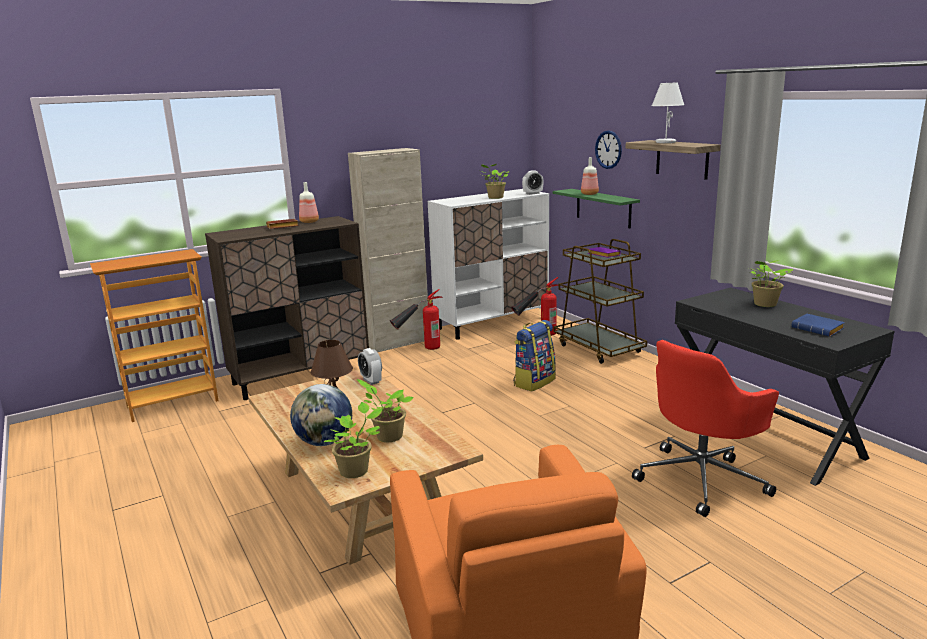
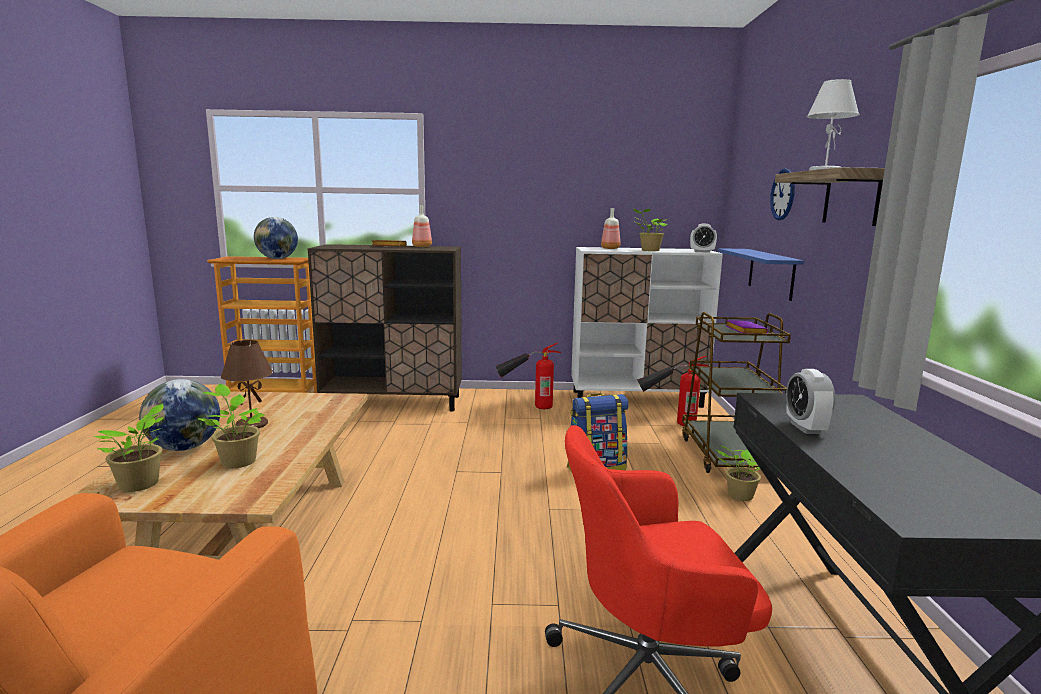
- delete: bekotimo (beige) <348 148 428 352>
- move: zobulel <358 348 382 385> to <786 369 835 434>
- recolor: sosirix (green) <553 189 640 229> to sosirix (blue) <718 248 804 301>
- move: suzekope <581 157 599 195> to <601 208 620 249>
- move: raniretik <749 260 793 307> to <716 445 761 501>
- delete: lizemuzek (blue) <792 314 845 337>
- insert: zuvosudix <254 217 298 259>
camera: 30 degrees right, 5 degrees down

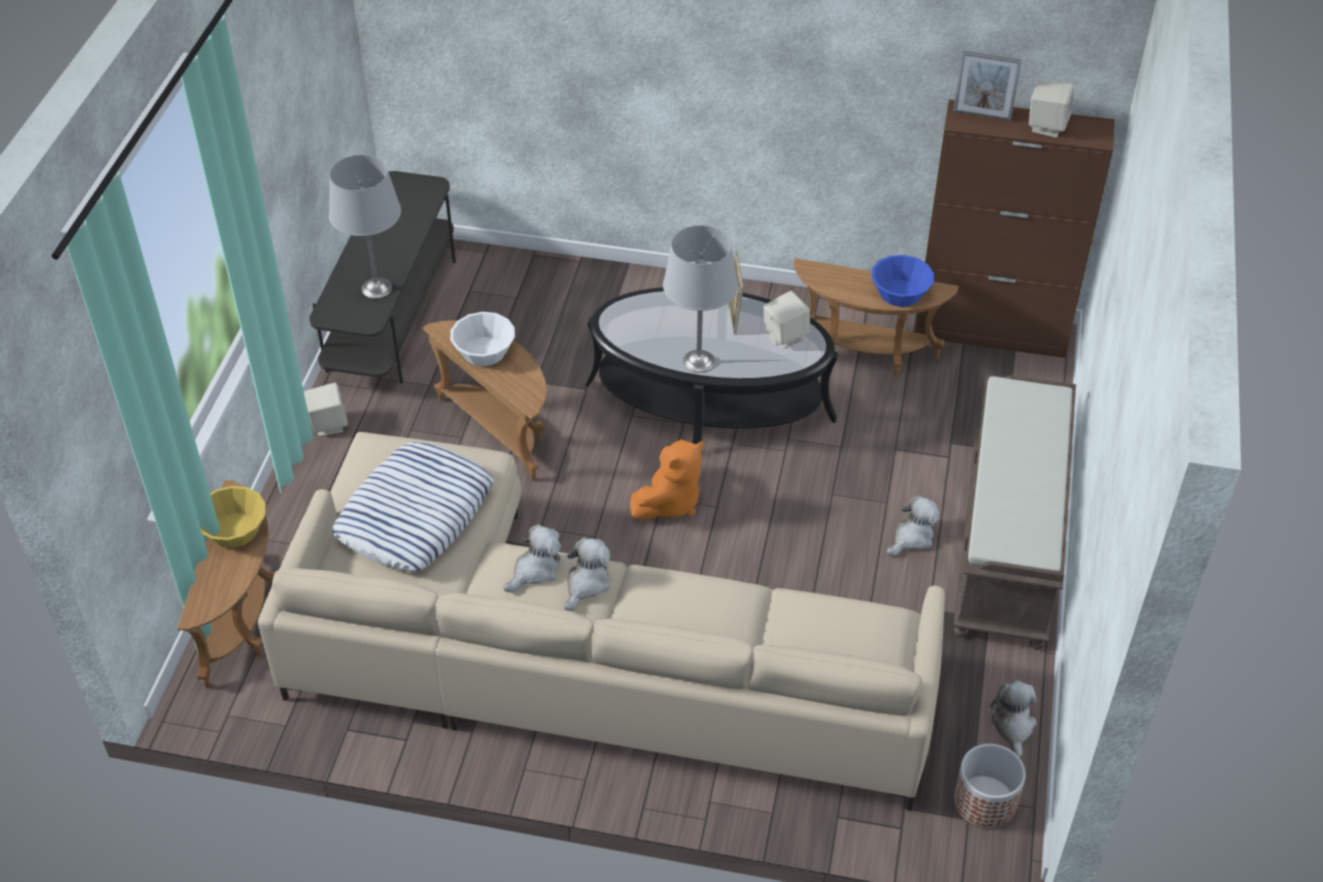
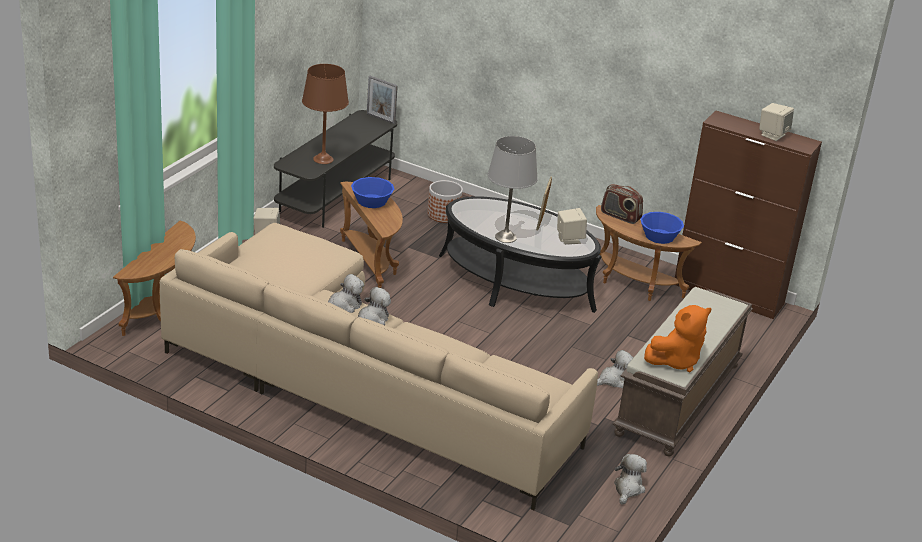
- delete: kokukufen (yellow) <200 486 266 548>
- recolor: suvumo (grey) <329 155 401 299> to suvumo (brown) <302 64 349 164>
- delete: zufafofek <332 442 493 571>
- recolor: kokukufen (white) <450 312 515 366> to kokukufen (blue) <351 177 394 208>
- move: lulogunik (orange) <630 440 703 520> to <644 305 712 372>
- move: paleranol <953 50 1022 121> to <367 75 398 124>
- move: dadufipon <954 744 1026 829> to <427 180 463 223>
- insert: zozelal <601 184 643 224>
camera: 15 degrees right, 15 degrees down

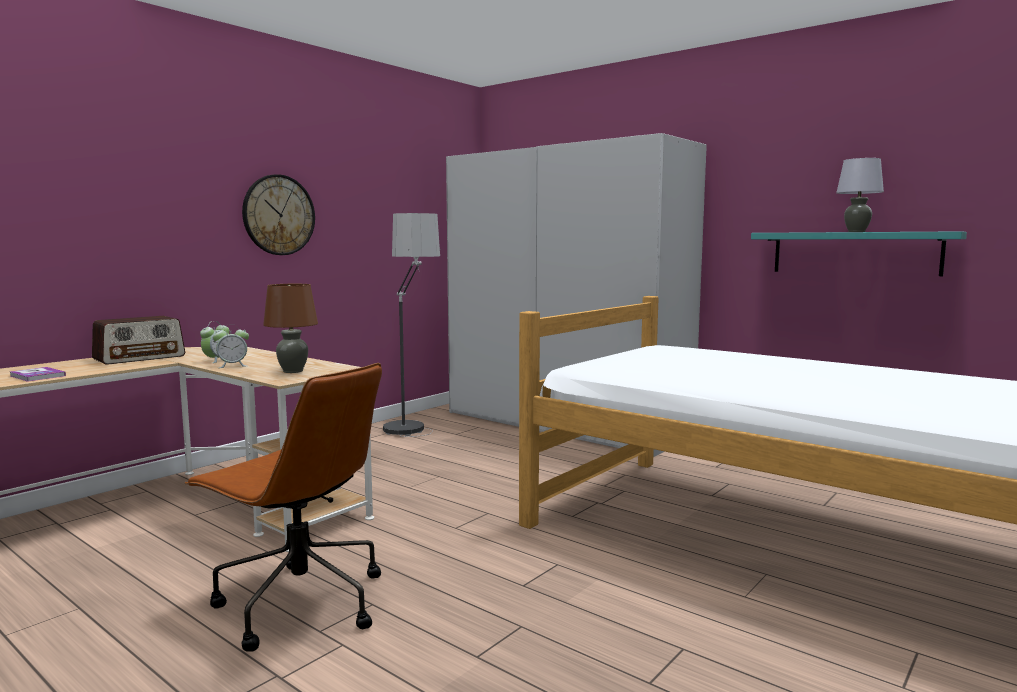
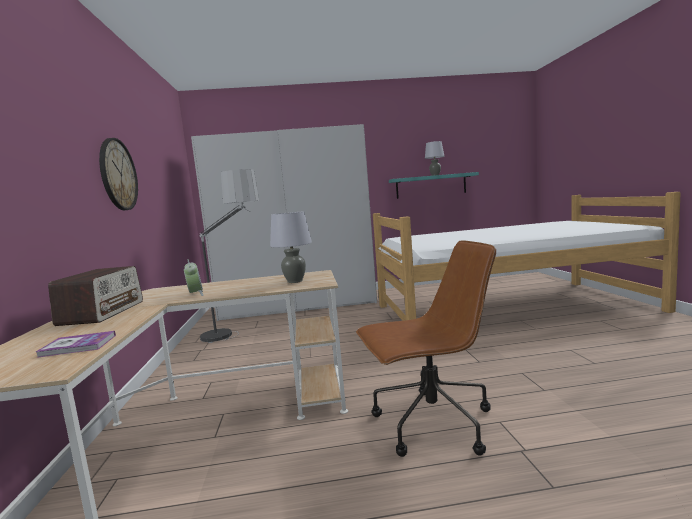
- delete: zobulel <213 324 249 368>
- recolor: suvumo (brown) <263 284 318 373> to suvumo (grey) <270 211 312 283>
camera: 45 degrees left, 0 degrees up

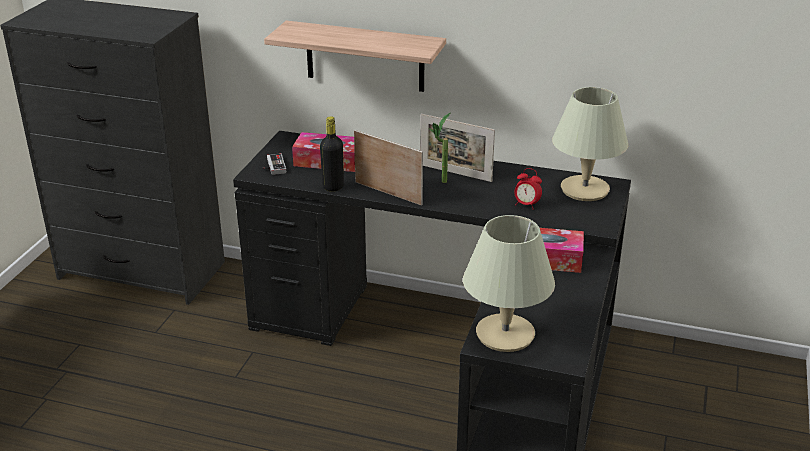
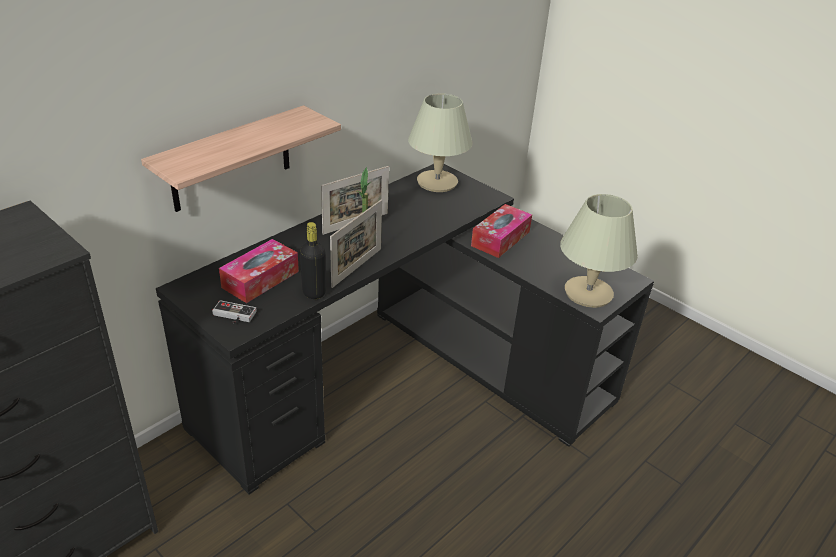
- rotate: paleranol <354 130 423 206> = <330 200 382 288> 150 degrees clockwise
- delete: zobulel <514 168 542 210>
camera: 65 degrees left, 5 degrees up

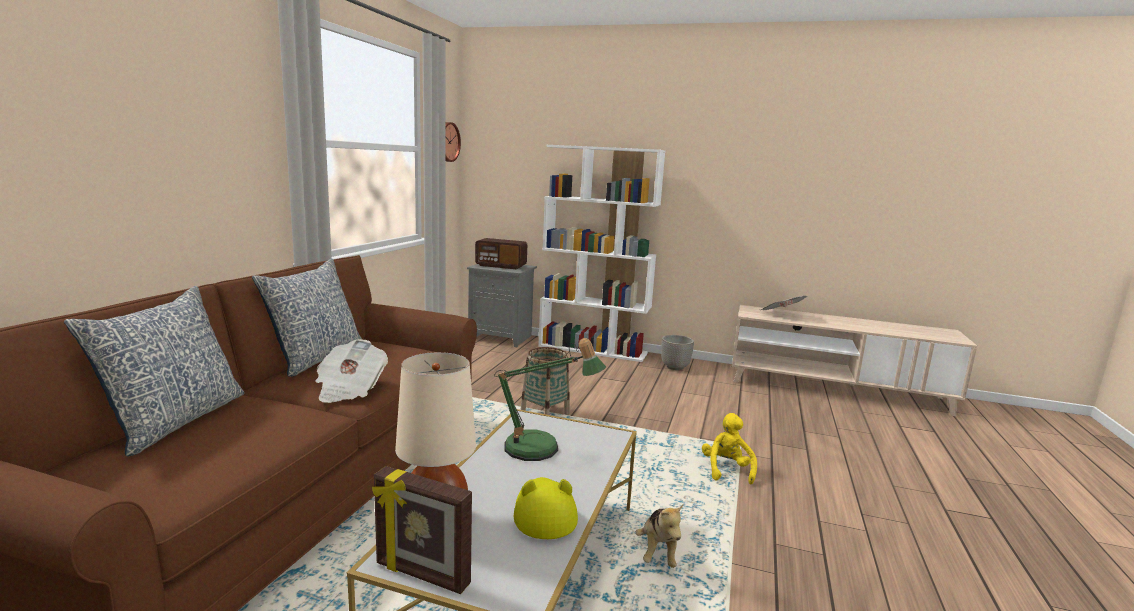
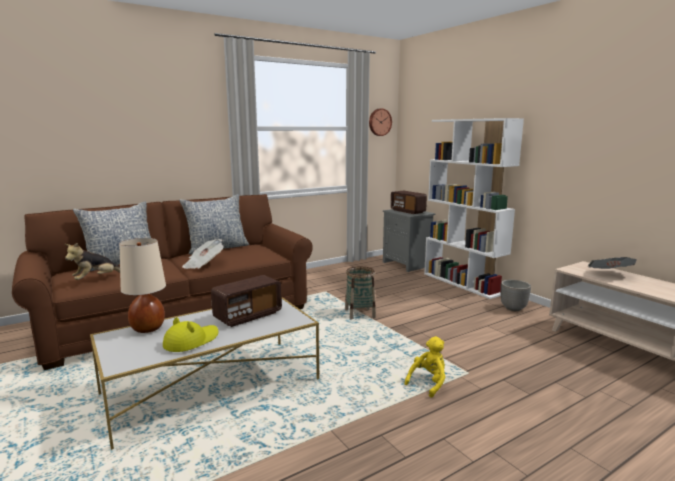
- delete: paleranol <372 466 472 594>
- replace: suvumo <494 338 606 461> to zozelal <211 275 282 327>
- move: lulogunik <636 504 683 568> to <65 243 120 280>
camera: 40 degrees right, 0 degrees up

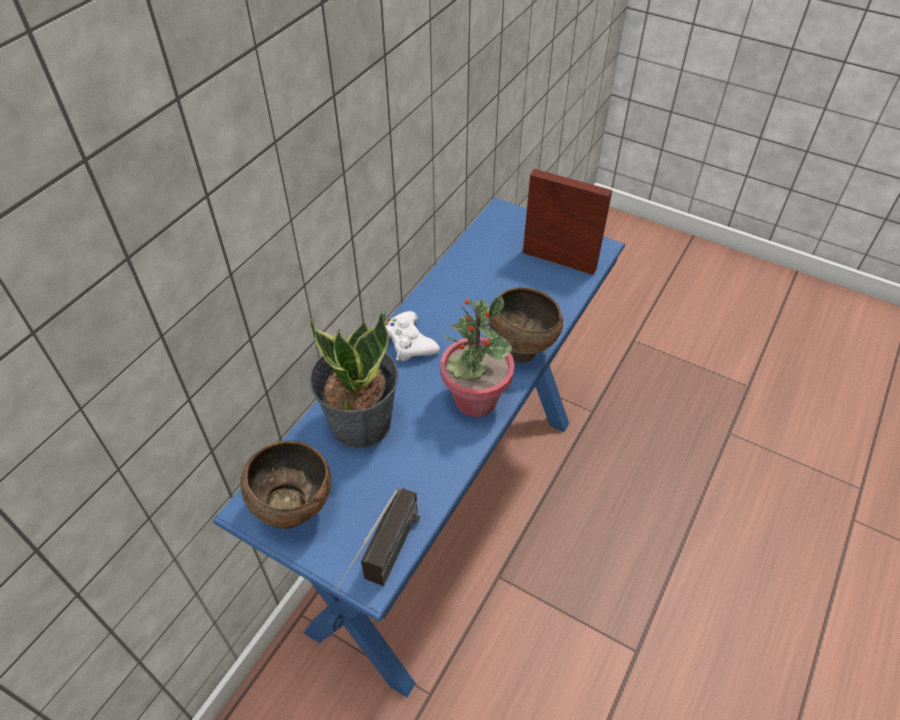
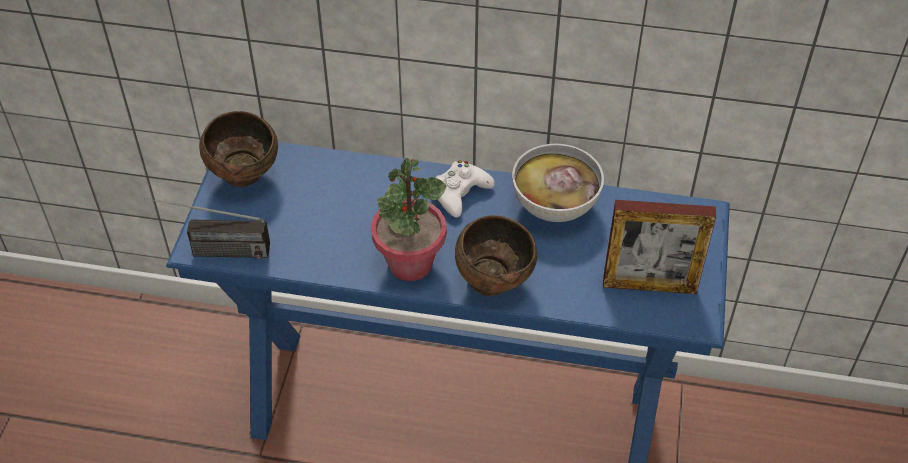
- delete: raniretik <309 312 399 448>
- rotate: paleranol <523 169 612 275> = <603 200 716 294> 90 degrees clockwise
- insert: kokukufen <512 144 604 222>
camera: 70 degrees right, 0 degrees up

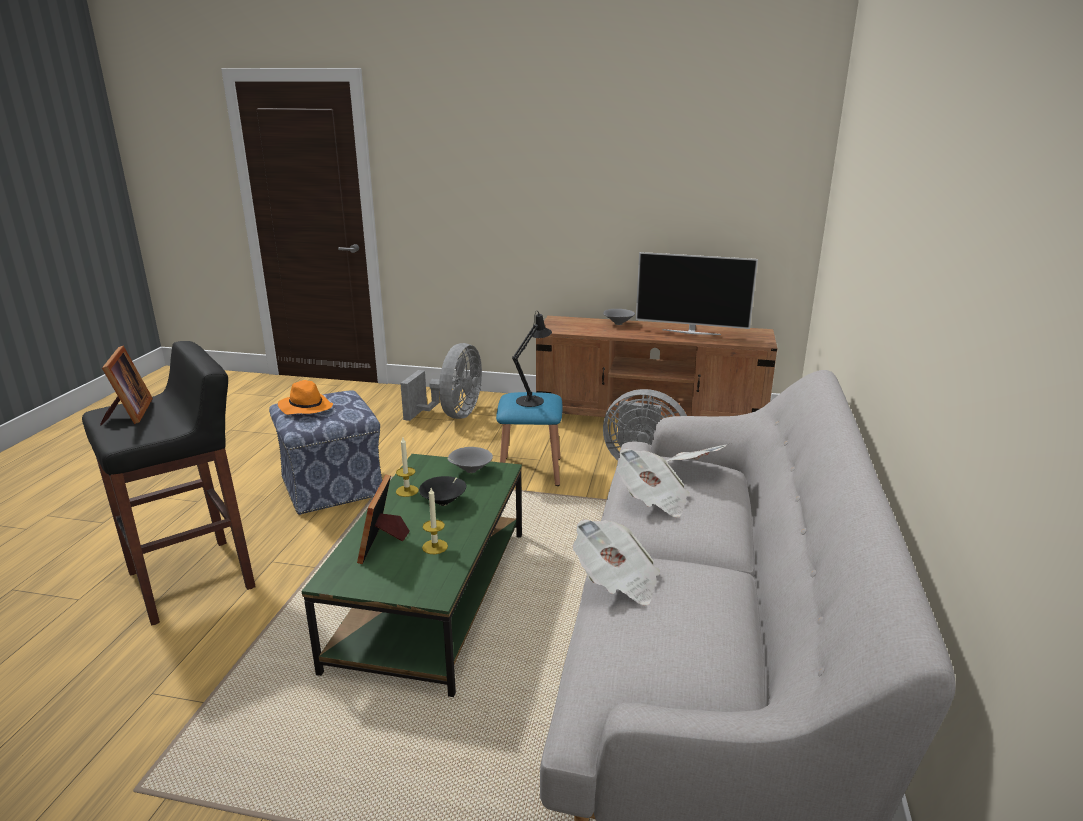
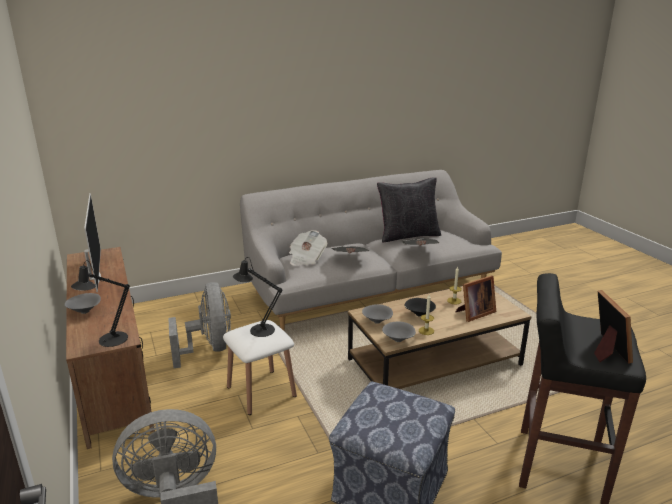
- rotate: paleranol <100 346 153 425> = <594 290 633 364> 135 degrees clockwise
- delete: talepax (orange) <278 380 333 415>
- recolor: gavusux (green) <302 454 522 697> to gavusux (brown) <348 286 531 389>
- recolor: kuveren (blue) <496 392 562 486> to kuveren (white) <223 320 297 415>
- insert: suvumo (black) <71 260 130 347>
- insert: zufafofek (black) <377 177 441 243>
- insert: kokukufen (grey) <382 322 416 342>
camera: 125 degrees left, 0 degrees up

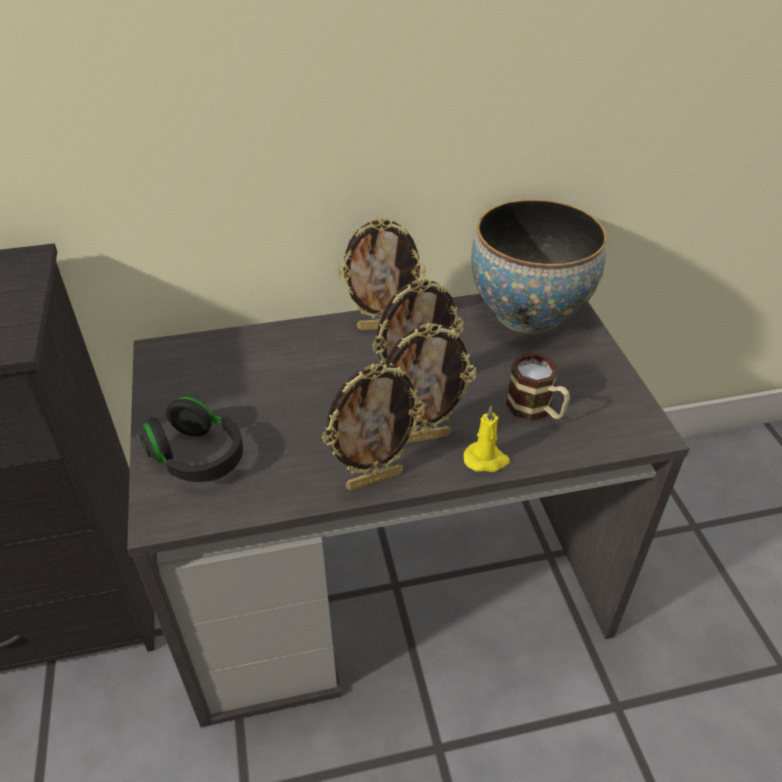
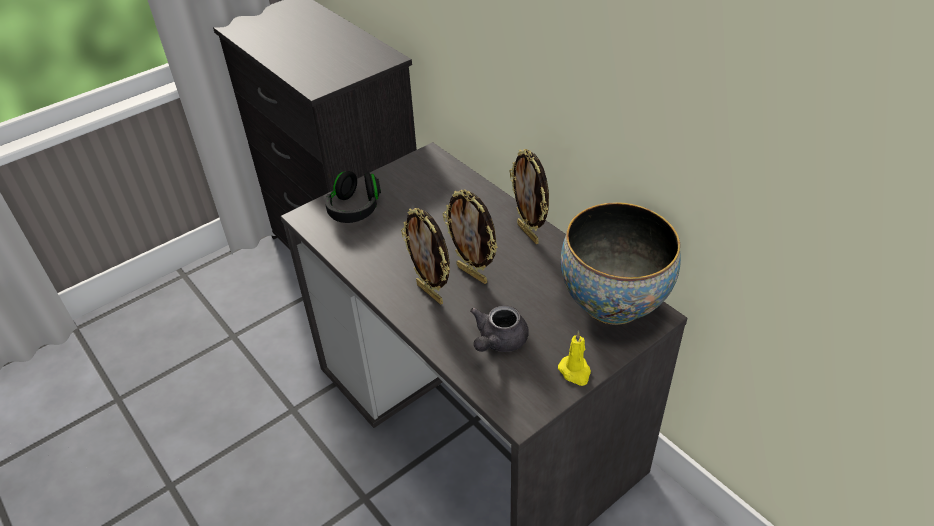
- delete: paleranol <322 364 425 490>
- move: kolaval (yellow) <464 406 510 472> to <558 331 591 386>
- replace: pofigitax <506 352 570 421> to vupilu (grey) <470 305 529 352>
camera: 65 degrees right, 0 degrees up

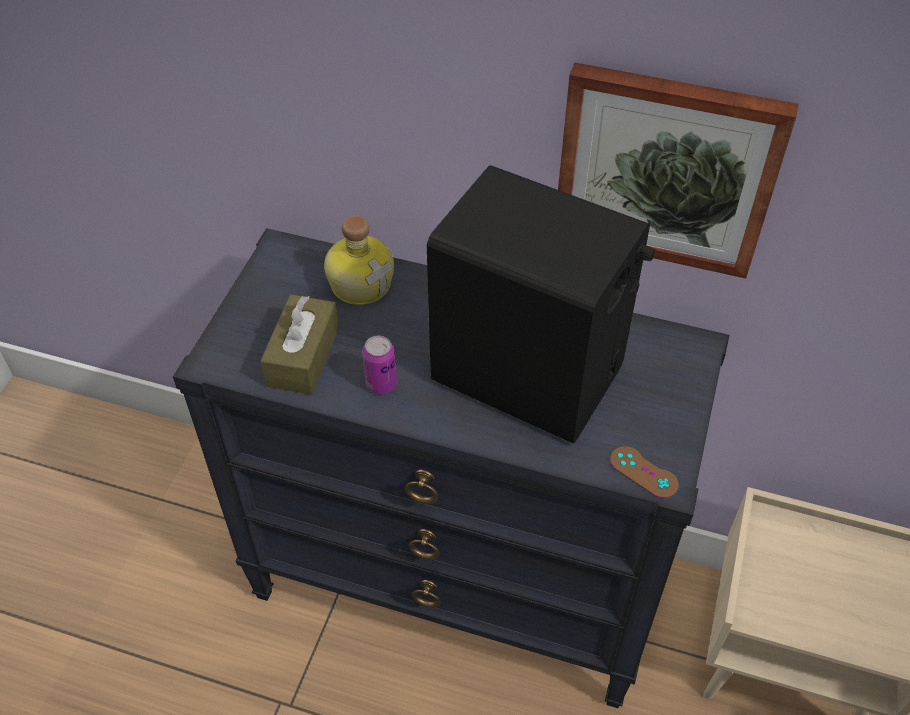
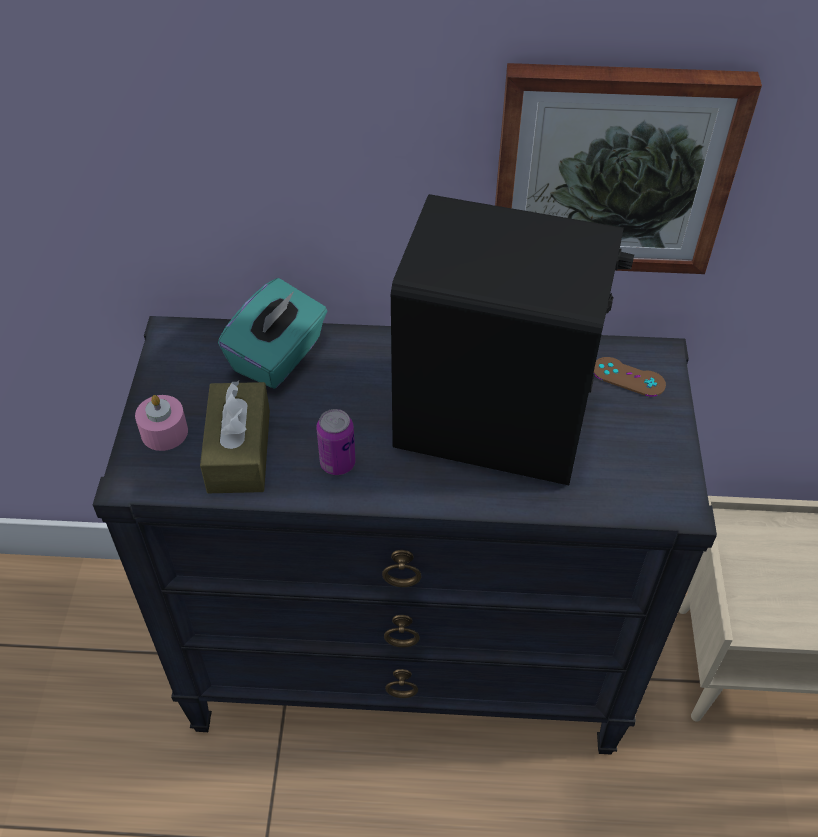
- replace: suzekope <324 216 394 305> to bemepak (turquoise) <218 278 327 389>
- move: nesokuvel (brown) <610 446 679 498> to <594 357 666 397>
- insert: kolaval (pink) <135 395 188 451>
camera: 15 degrees left, 0 degrees up

